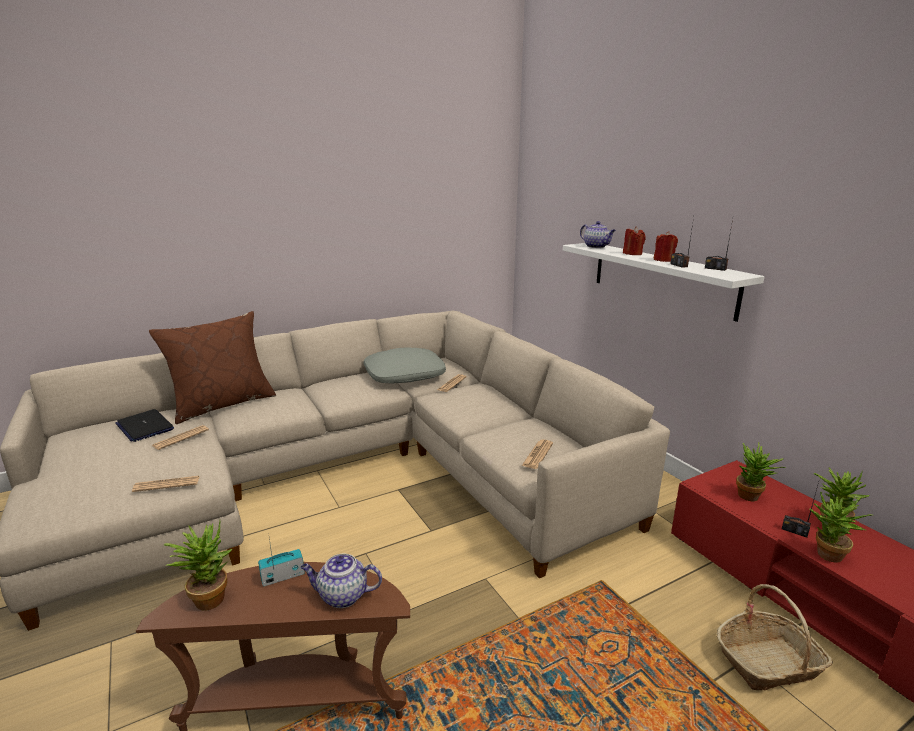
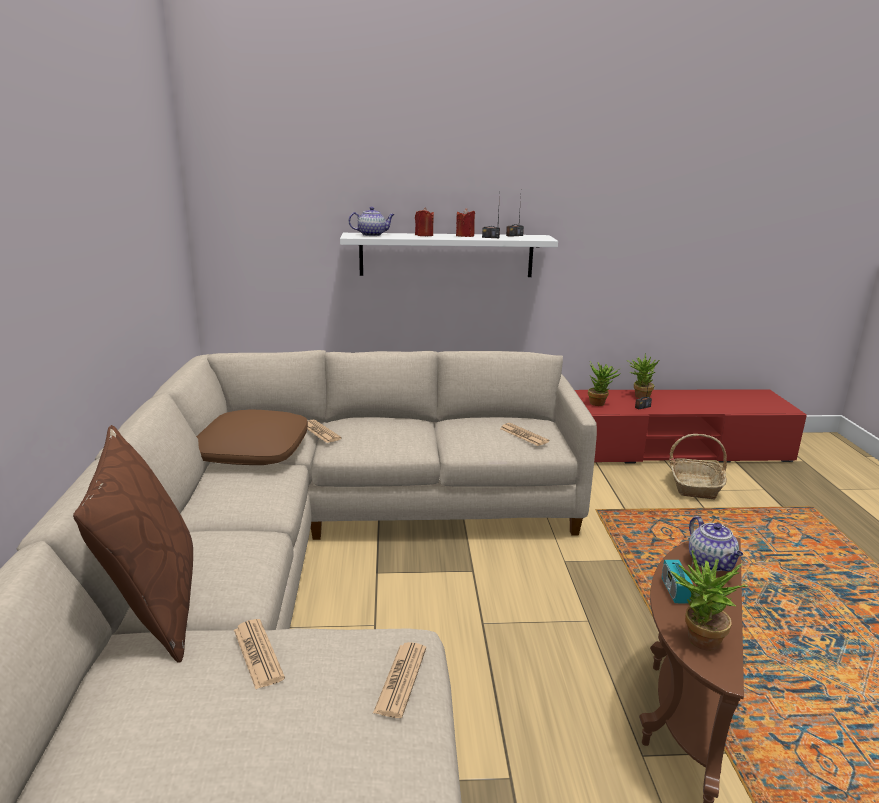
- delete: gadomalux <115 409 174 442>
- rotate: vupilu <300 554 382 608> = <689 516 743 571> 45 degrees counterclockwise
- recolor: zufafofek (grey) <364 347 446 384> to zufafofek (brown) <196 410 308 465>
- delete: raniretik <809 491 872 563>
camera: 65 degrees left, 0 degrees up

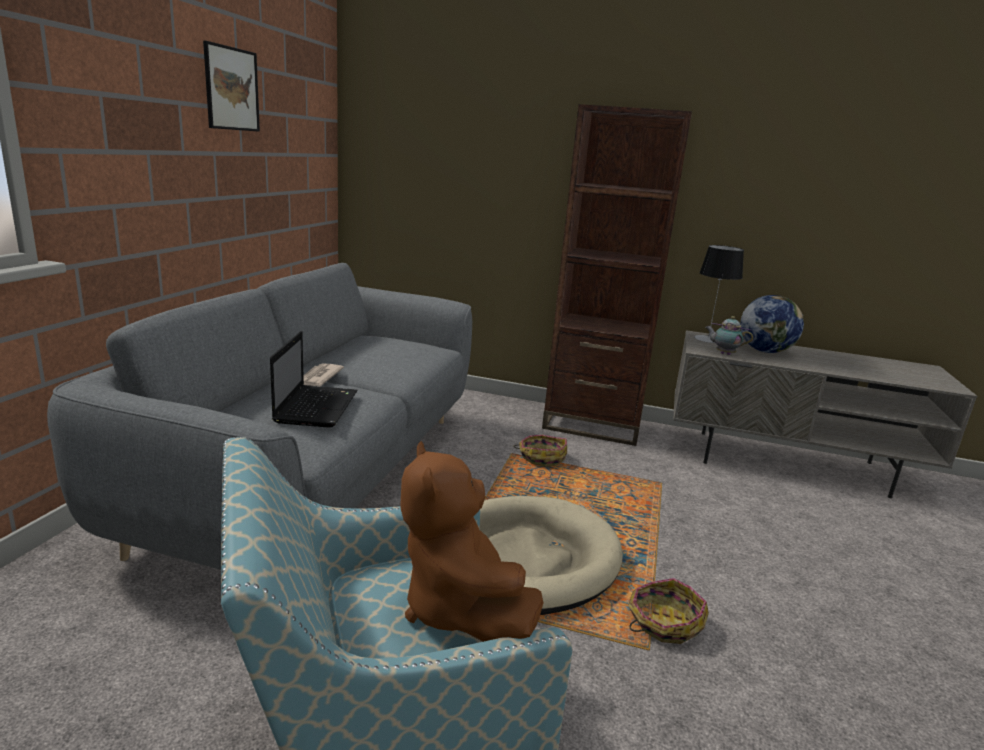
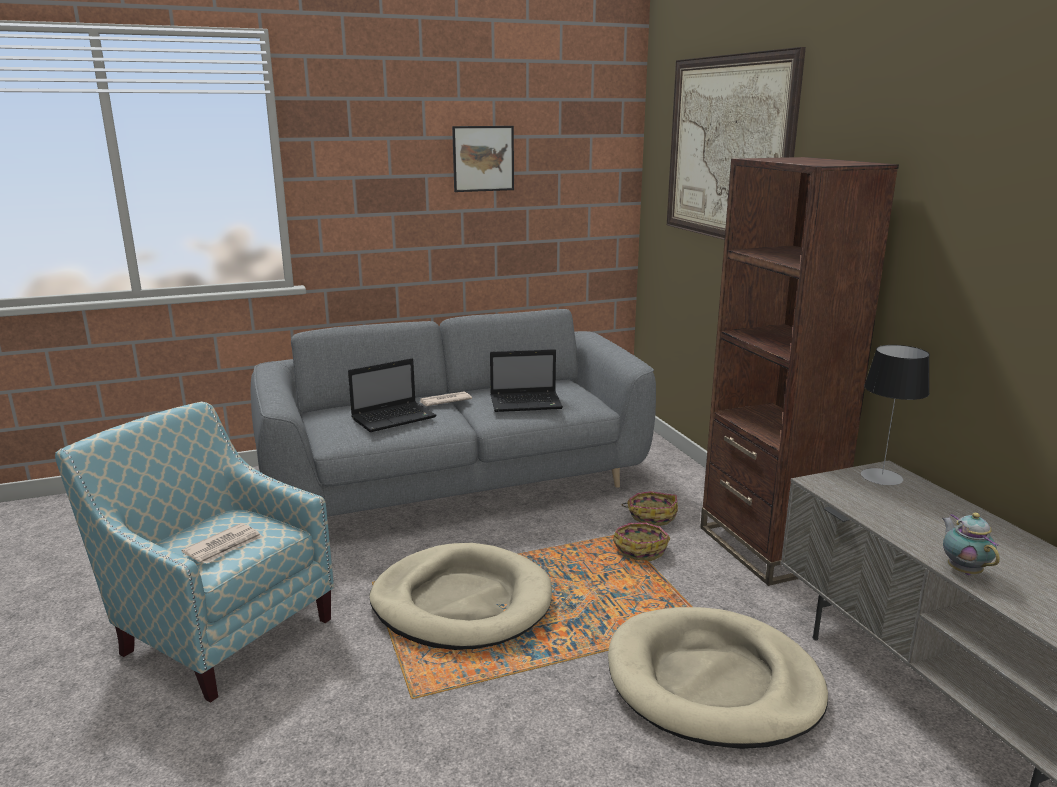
- replace: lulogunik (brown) <400 441 543 642> to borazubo <181 523 263 564>
- move: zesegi <628 578 709 644> to <622 491 678 526>
- move: vupilu <705 316 753 355> to <942 513 1000 575>
- delete: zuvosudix <740 295 804 353>
- insert: gadomalux <490 349 563 412>
- insert: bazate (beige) <608 607 828 749>
- insert: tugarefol <667 47 806 240>
camera: 55 degrees right, 0 degrees up

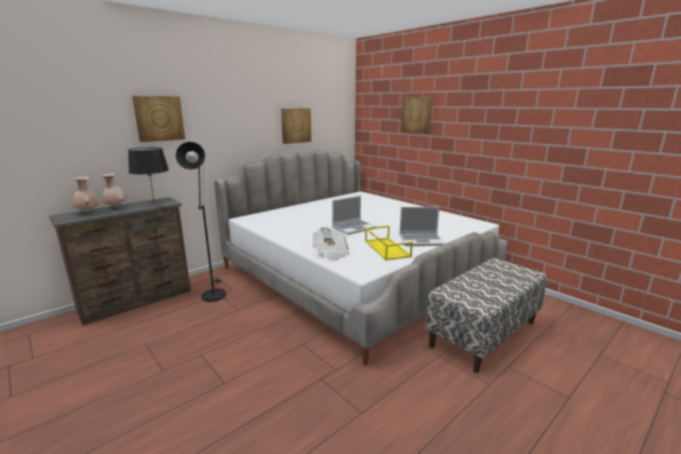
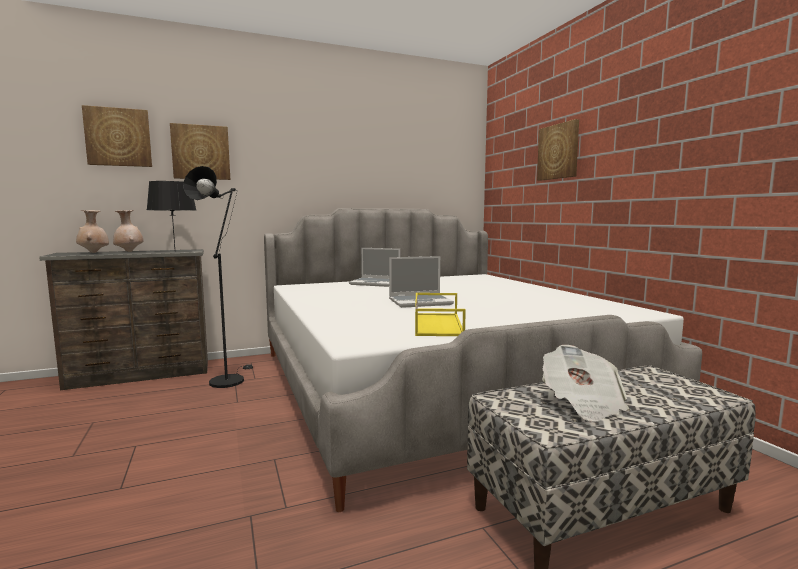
- move: tugarefol <281 108 311 144> to <82 105 152 167>
- move: borazubo <313 227 350 262> to <543 345 629 422>
- move: gadomalux <399 207 445 246> to <349 248 400 287>
camera: 20 degrees right, 10 degrees down

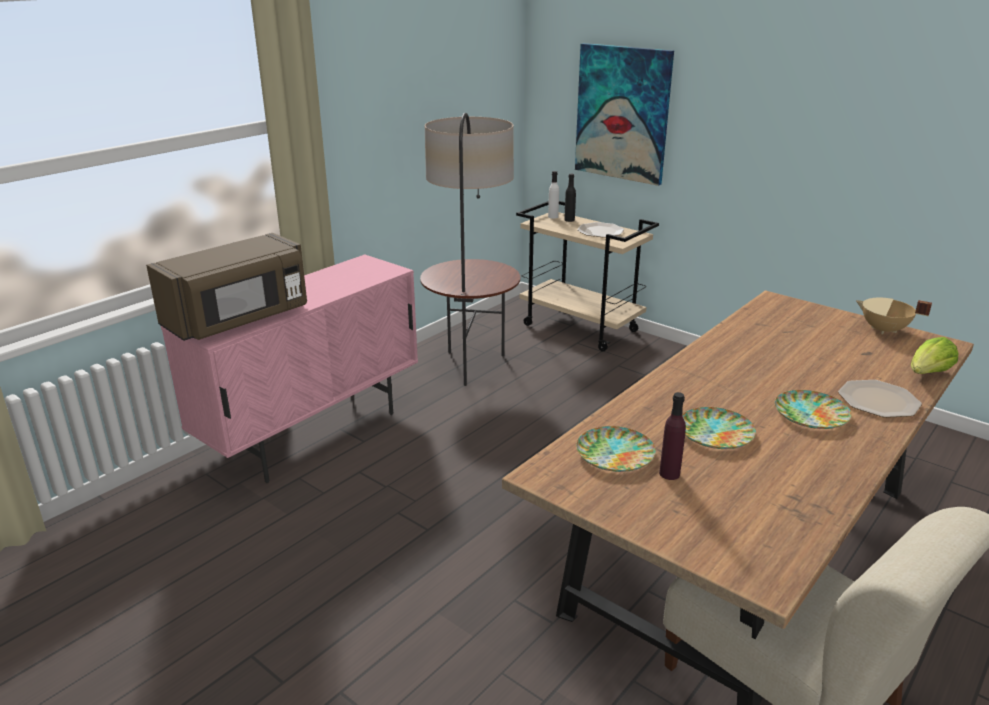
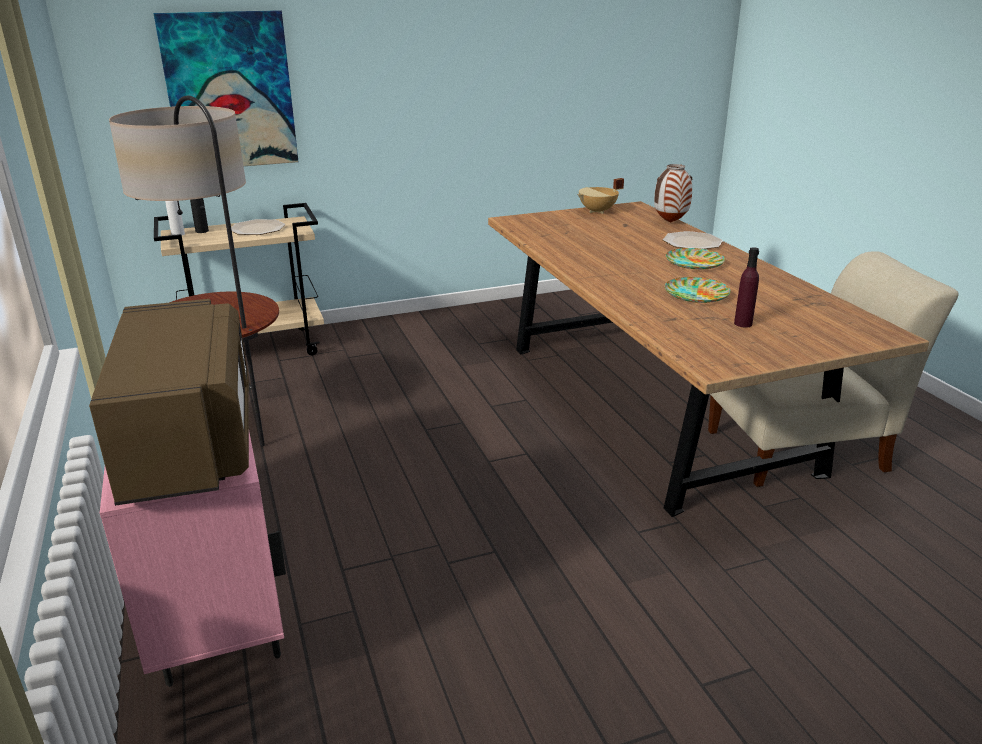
- delete: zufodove <576 426 656 472>
- replace: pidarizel <911 337 958 374> to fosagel <654 164 692 223>
camera: 60 degrees left, 0 degrees up

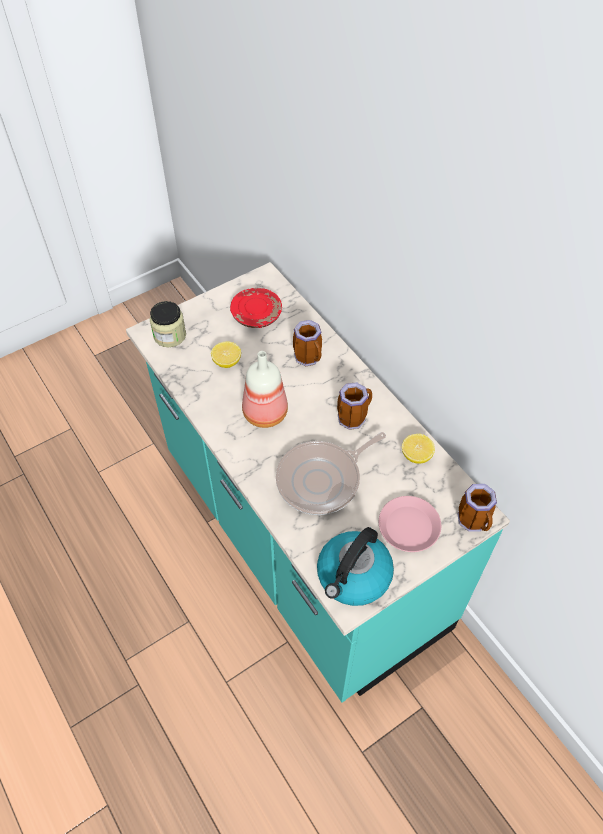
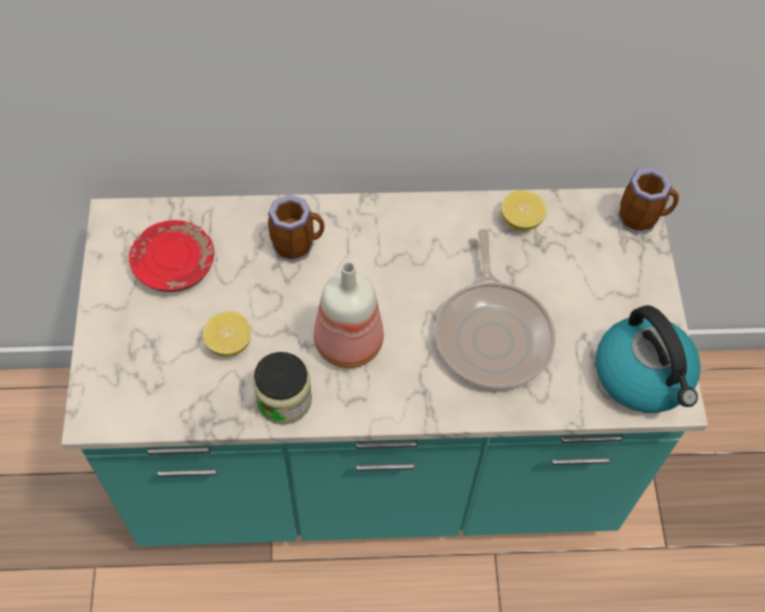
- move: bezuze <150 301 186 347> to <253 352 312 425>
- delete: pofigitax <337 382 372 430>
- delete: zufodove (pink) <379 496 441 552>
camera: 60 degrees left, 5 degrees up

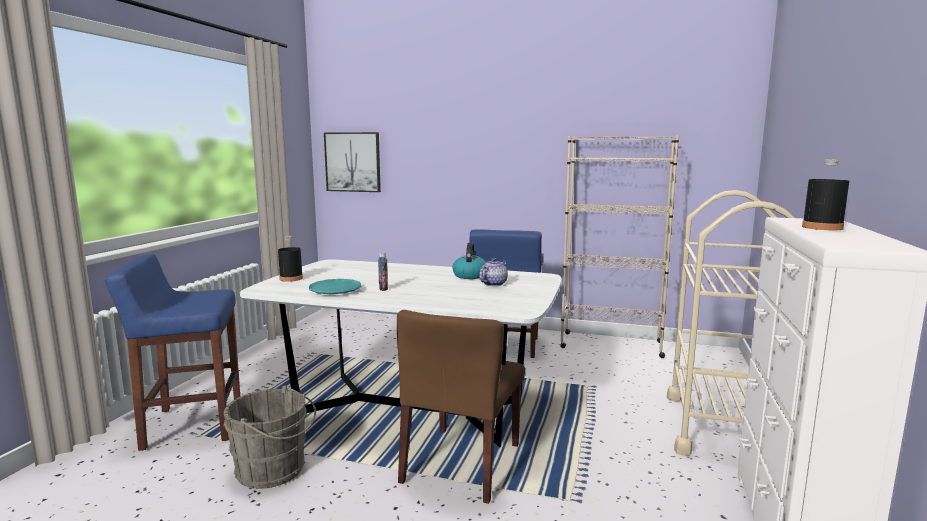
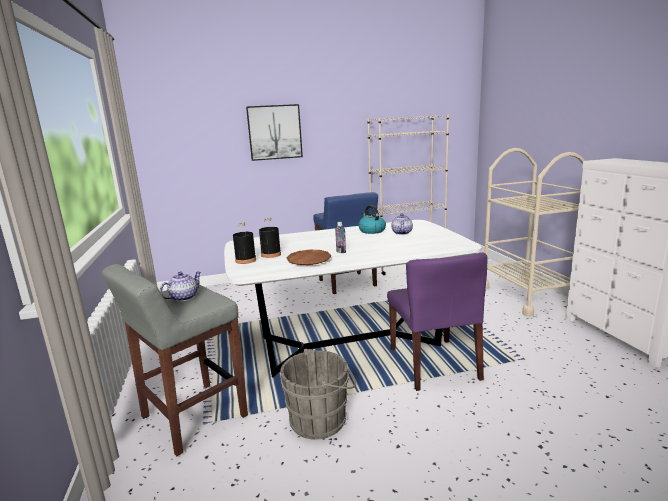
- recolor: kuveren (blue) <105 254 240 451> to kuveren (grey) <102 264 248 456>
- recolor: zufodove (turquoise) <309 279 361 294> to zufodove (brown) <287 250 331 265>
- move: tugarefol <324 132 381 192> to <246 104 303 161>
- recolor: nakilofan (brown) <397 310 525 504> to nakilofan (purple) <387 252 488 391>
- move: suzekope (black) <802 159 849 230> to <259 217 281 258>
- insert: vupilu <160 271 201 301>
camera: 30 degrees left, 5 degrees up

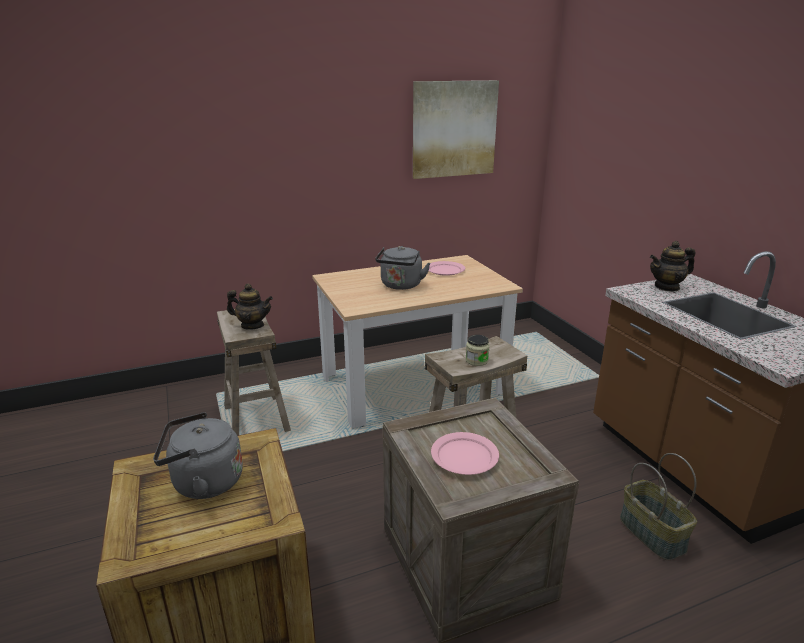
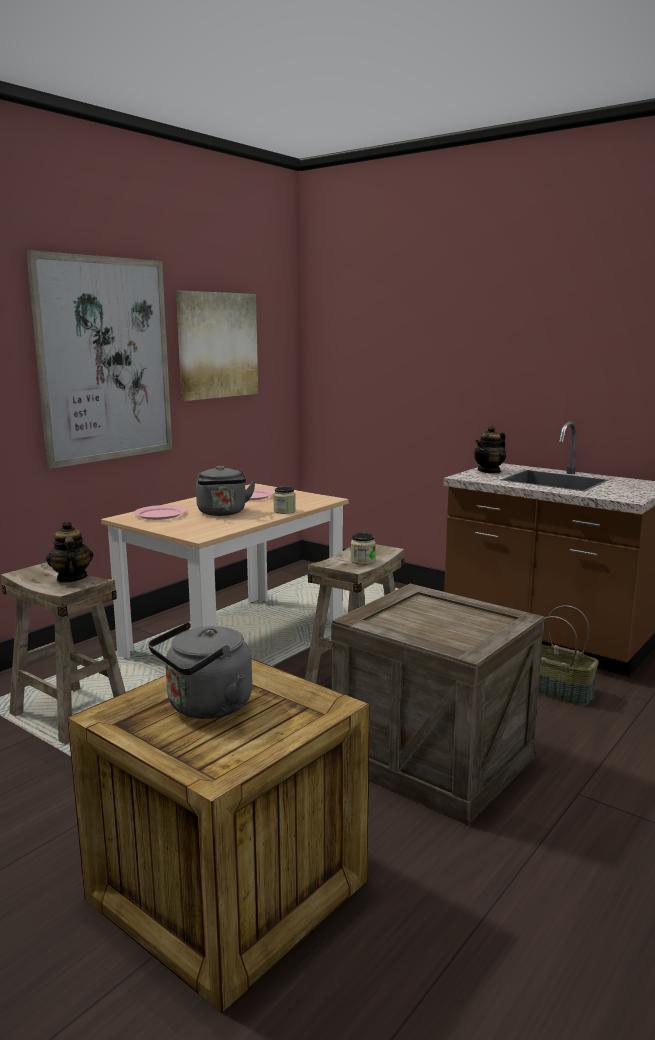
- rotate: vupilu <227 283 273 330> = <46 521 93 583> 90 degrees counterclockwise
- move: zufodove (pink) <431 432 499 475> to <134 505 186 520>
- insert: tugarefol <26 250 172 469>
- insert: bezuze <273 487 296 514>
camera: 30 degrees left, 10 degrees down

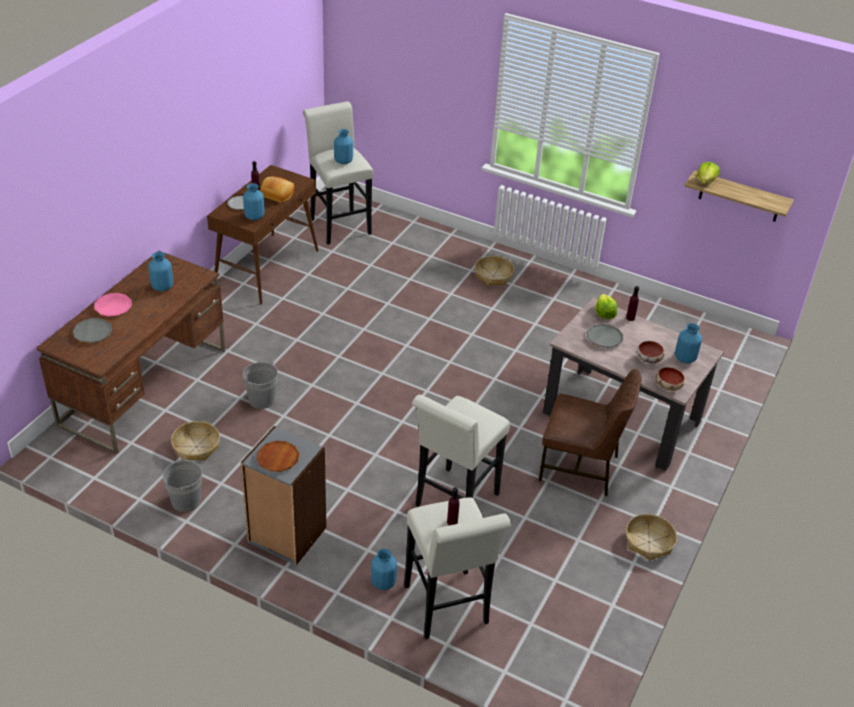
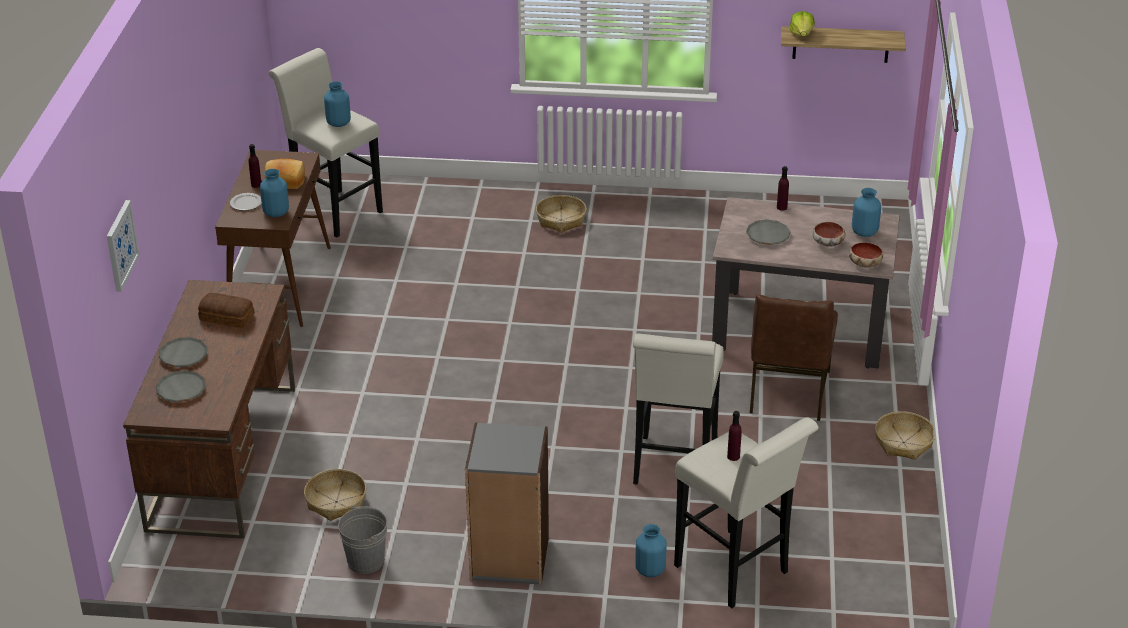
- recolor: zufodove (pink) <94 293 132 317> to zufodove (grey) <159 337 208 367>
- replace: fosagel (blue) <148 252 173 291> to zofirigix <198 293 254 328>
- delete: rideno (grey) <243 362 278 409>
- delete: zufodove (brown) <256 441 300 472>
- rotate: nakilofan (brown) <539 369 642 496> = <750 294 838 421> 105 degrees clockwise
- delete: pidarizel <596 294 617 319>
- insert: tugarefol <107 200 140 292>
camera: 20 degrees left, 5 degrees down

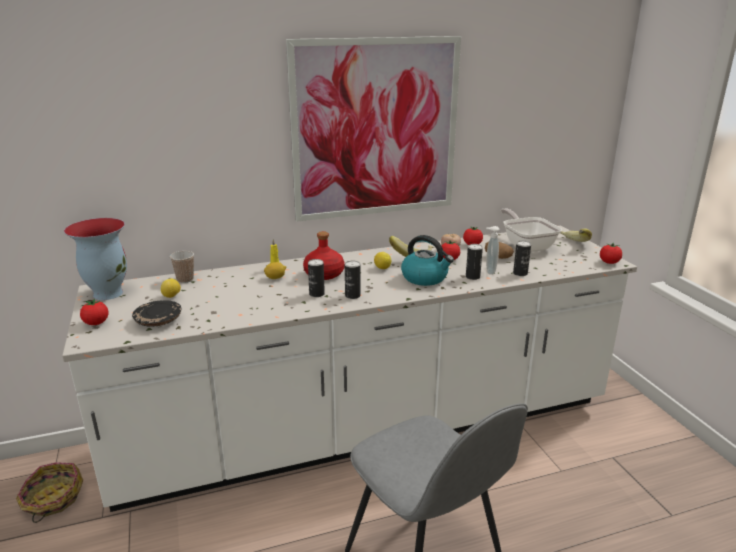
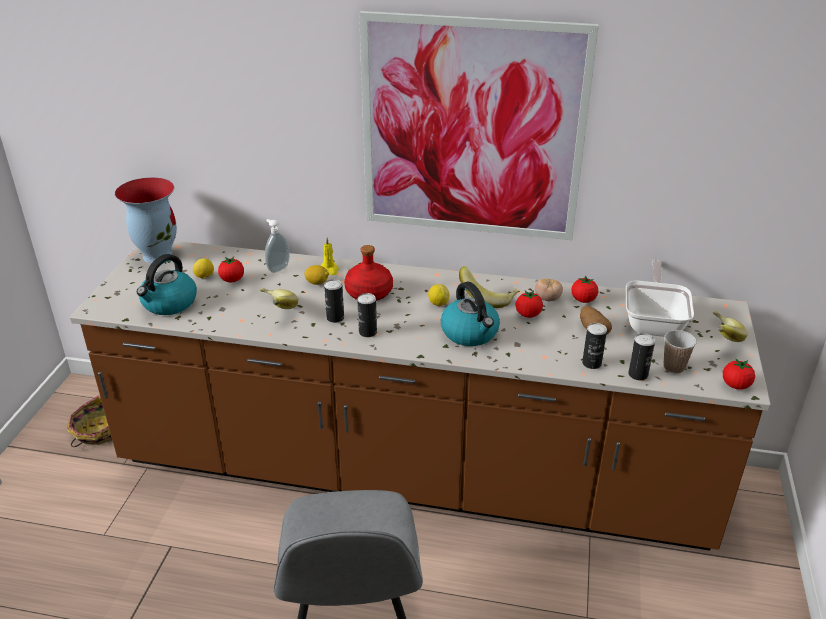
- recolor: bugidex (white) <62 226 637 512> to bugidex (brown) <70 241 771 551>
- move: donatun <80 299 108 325> to <218 257 244 282>
- replace: zufodove (black) <132 300 181 327> to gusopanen <137 254 197 315>
- move: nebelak <170 251 194 283> to <664 330 697 373>
- move: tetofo <466 244 483 280> to <628 333 655 380>
- move: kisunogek <486 226 499 275> to <265 219 290 273>
- insert: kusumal <260 288 298 309>
camera: 30 degrees right, 10 degrees up

